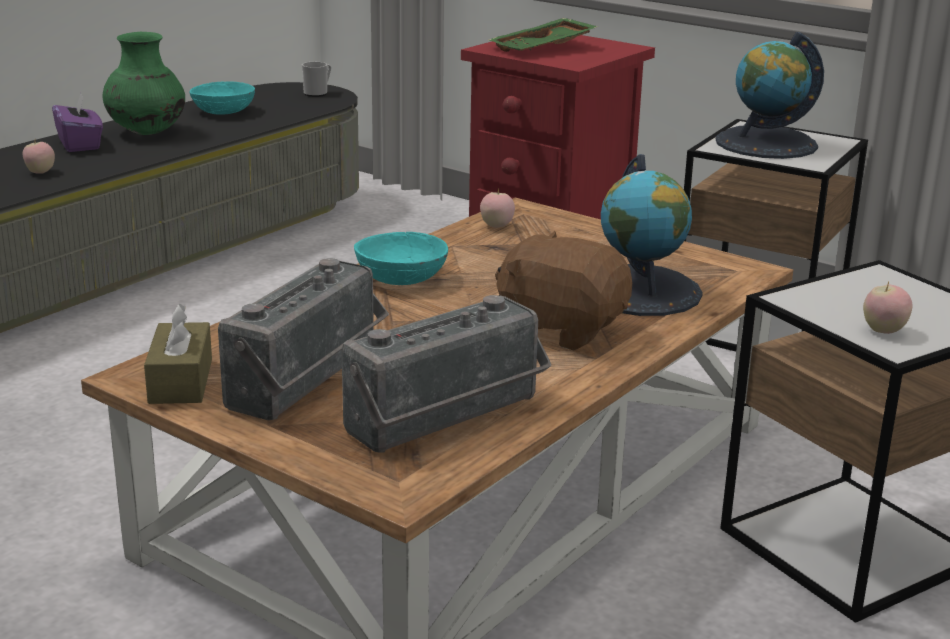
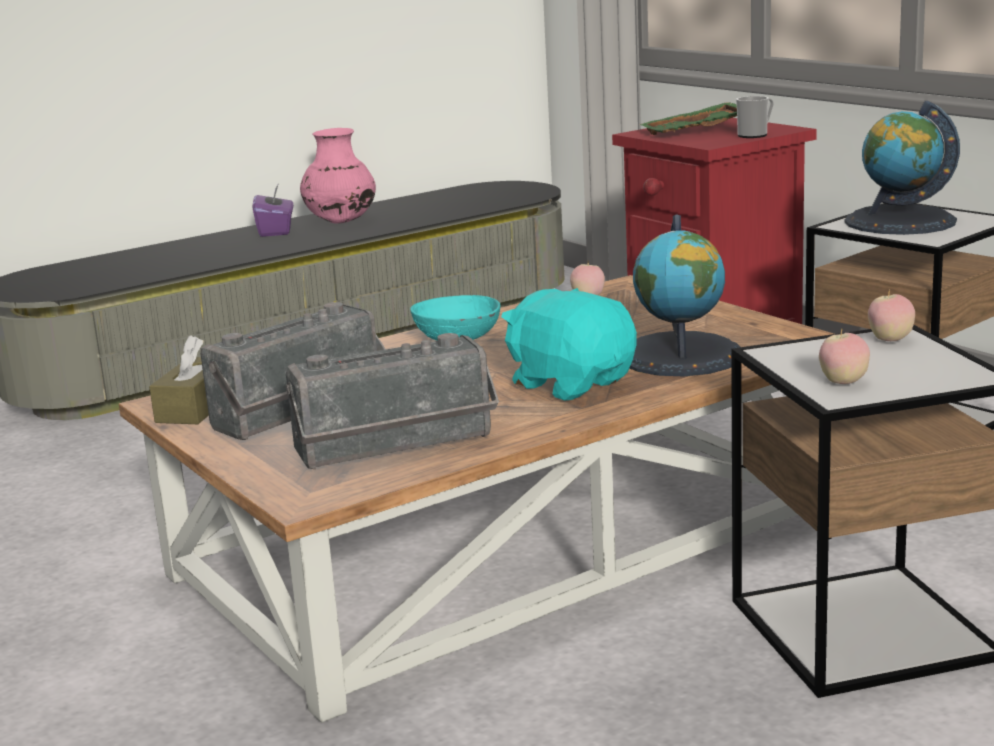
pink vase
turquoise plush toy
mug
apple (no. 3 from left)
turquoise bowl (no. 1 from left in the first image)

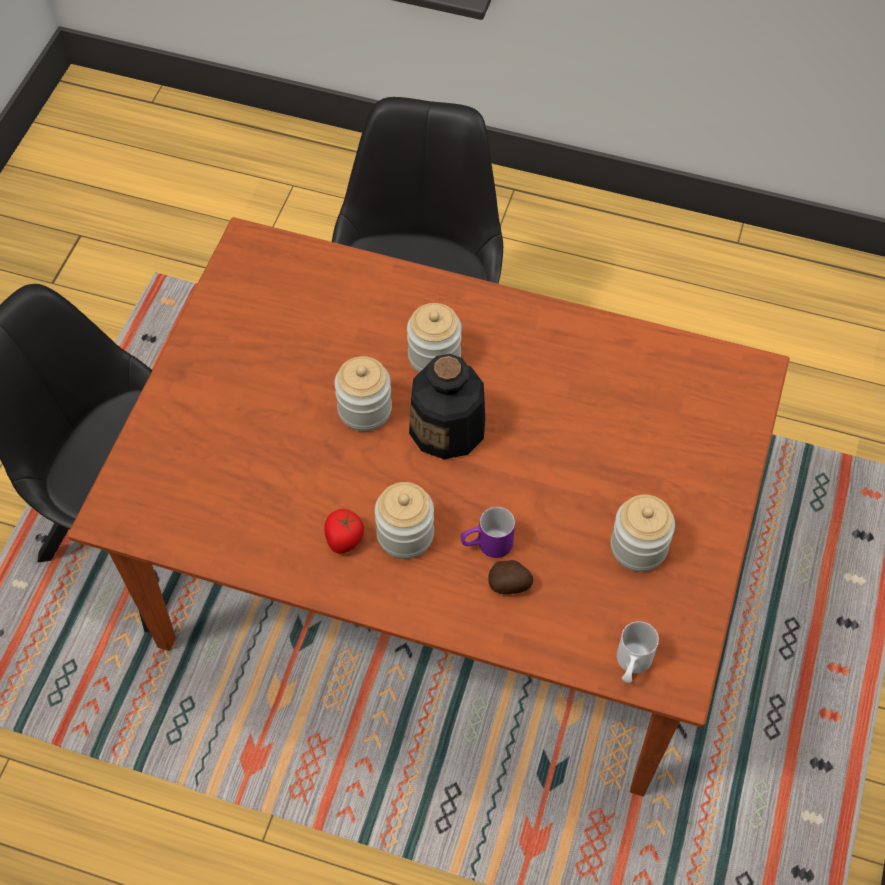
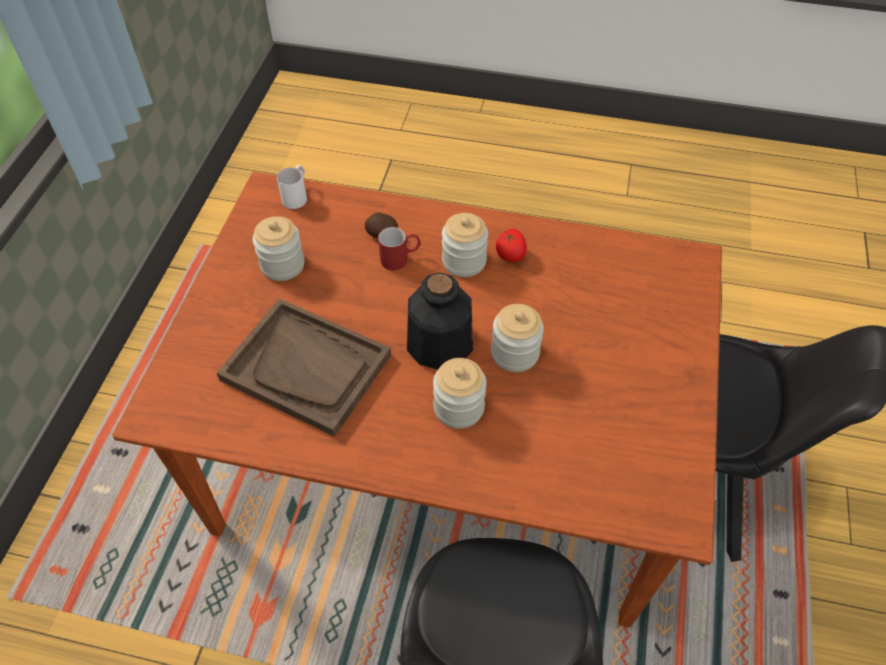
brown tray
red mug

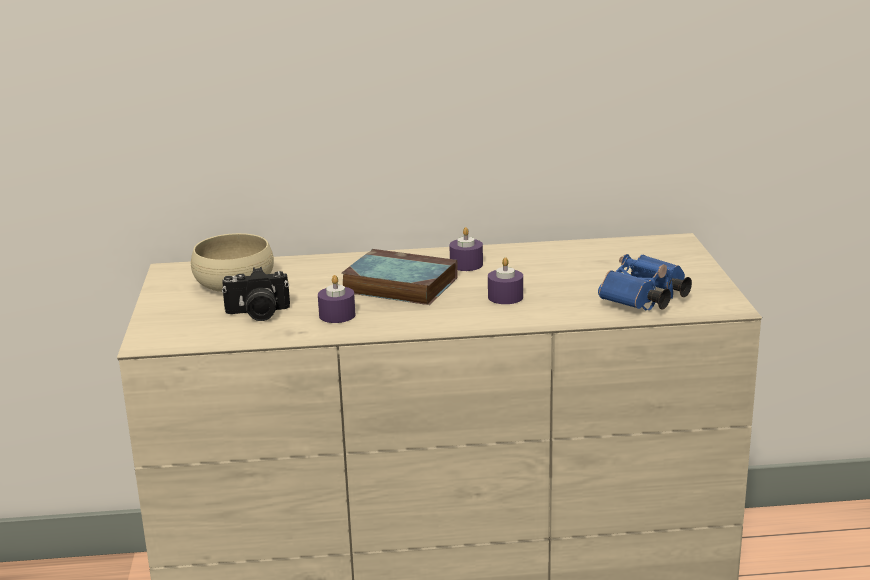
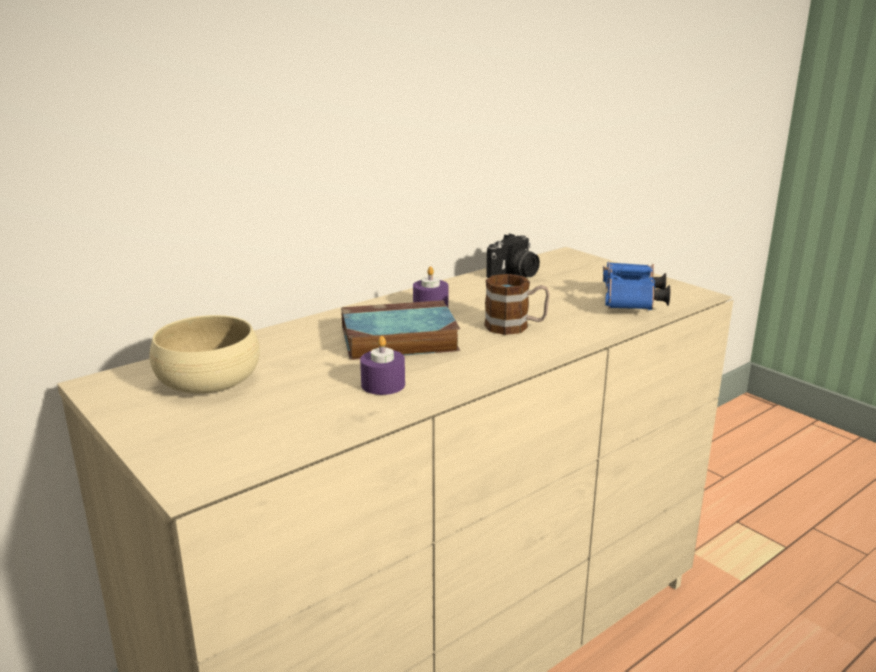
mug
photo camera

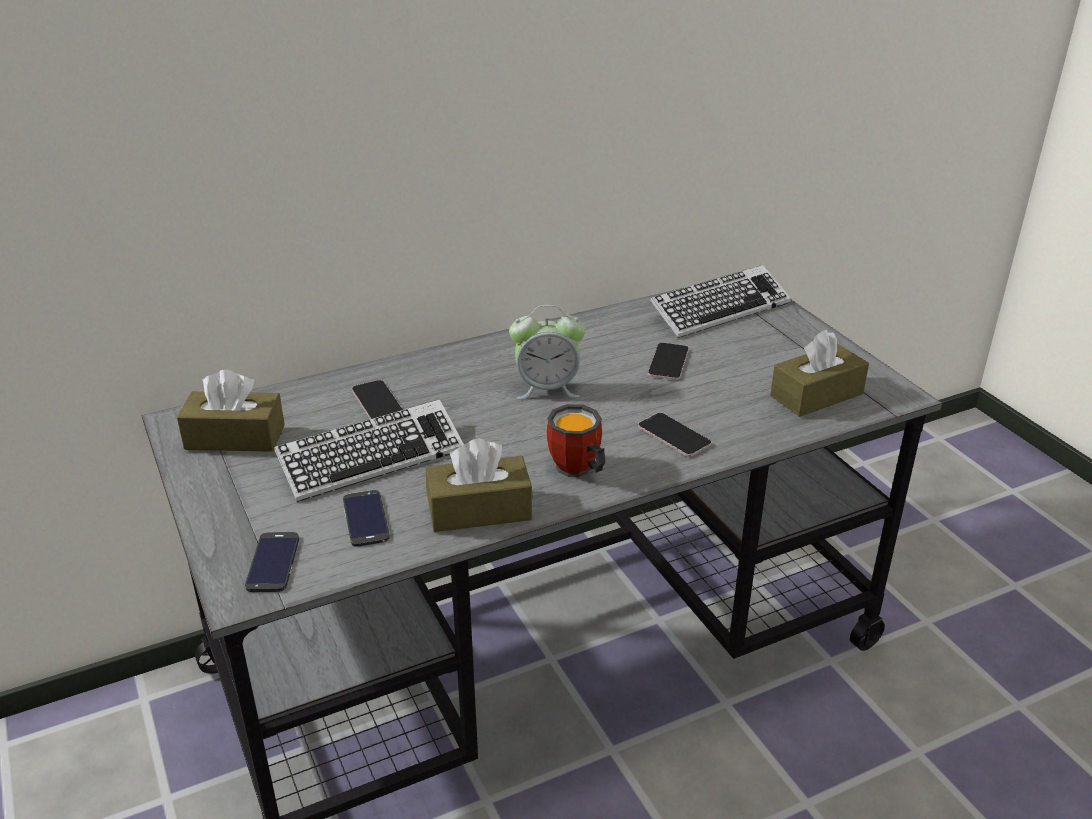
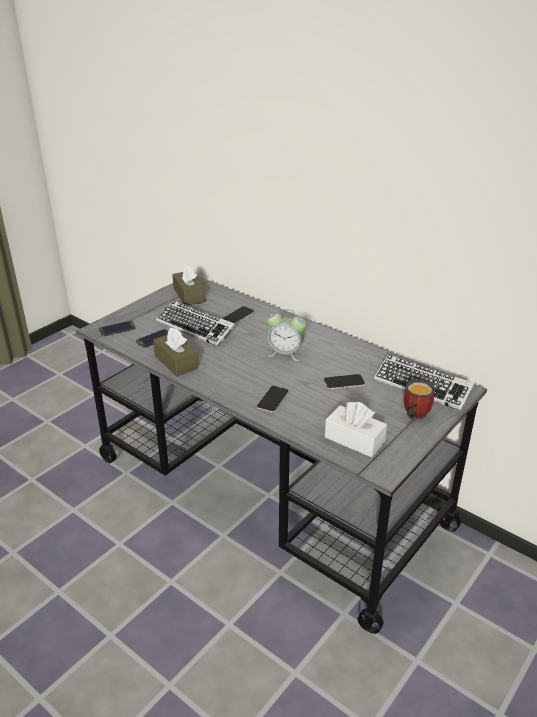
alarm clock
white tissue box
mug

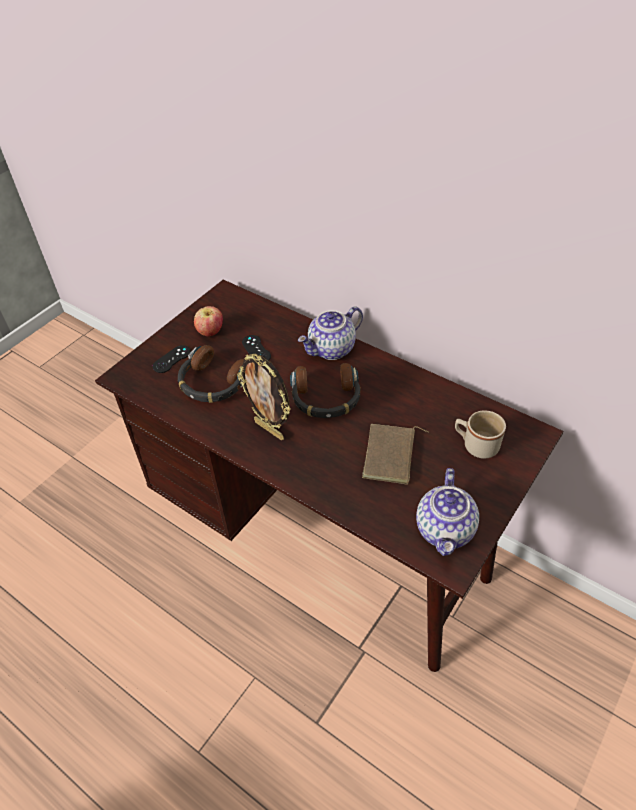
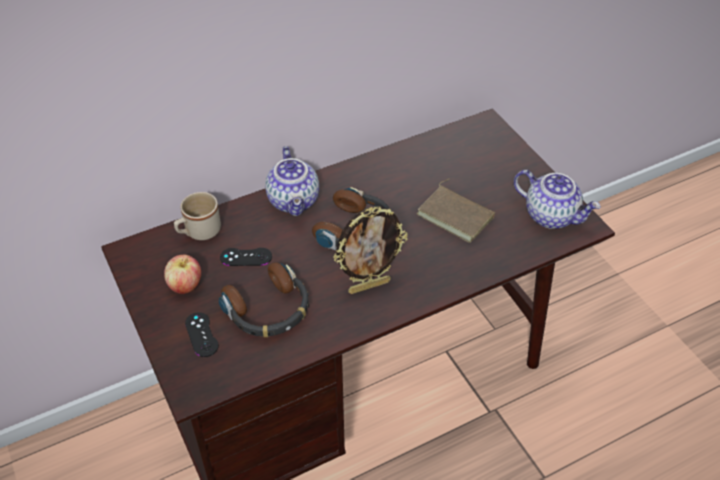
beige mug

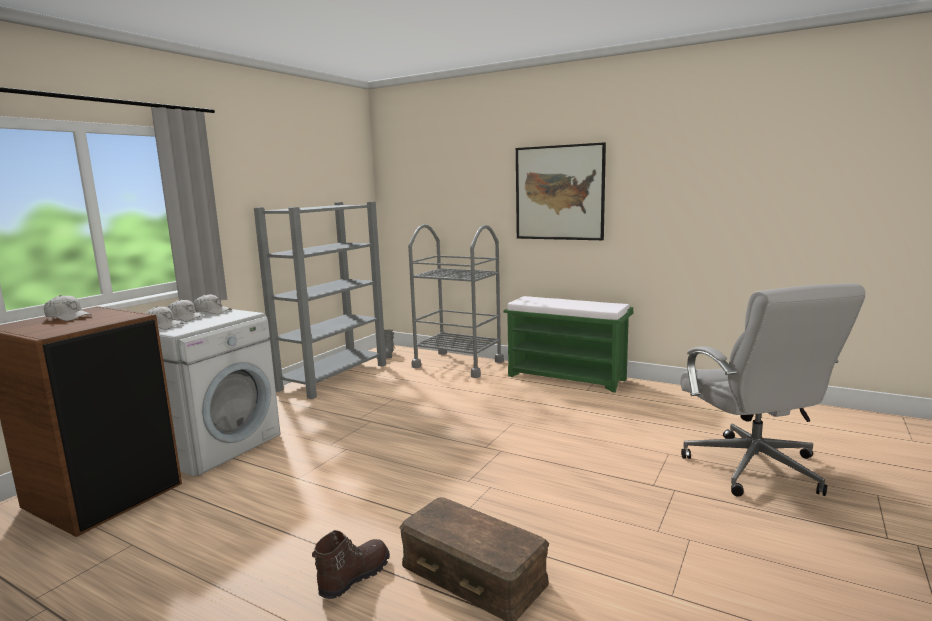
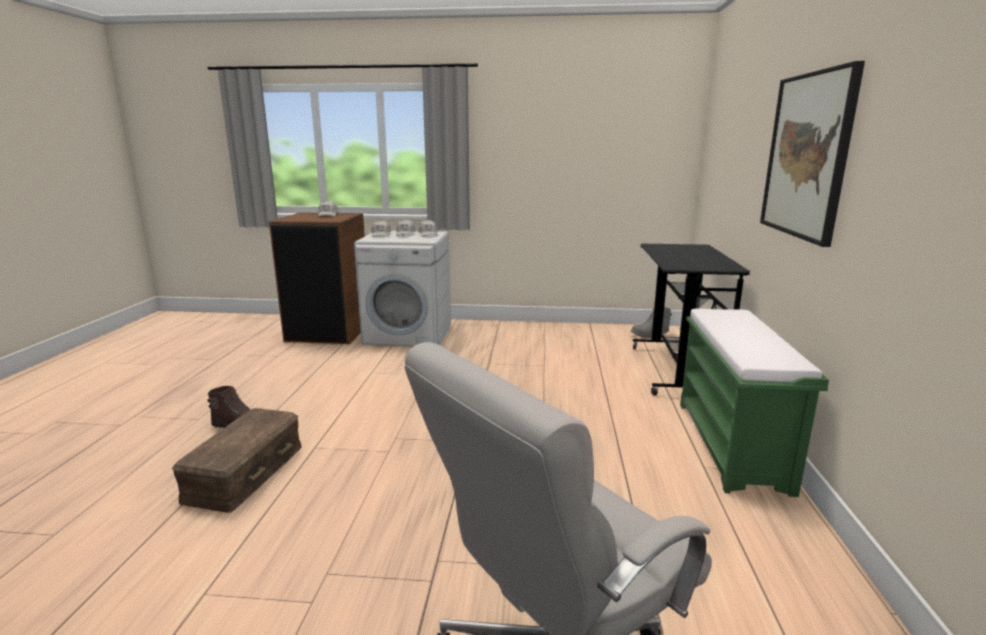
black desk
grey bookcase

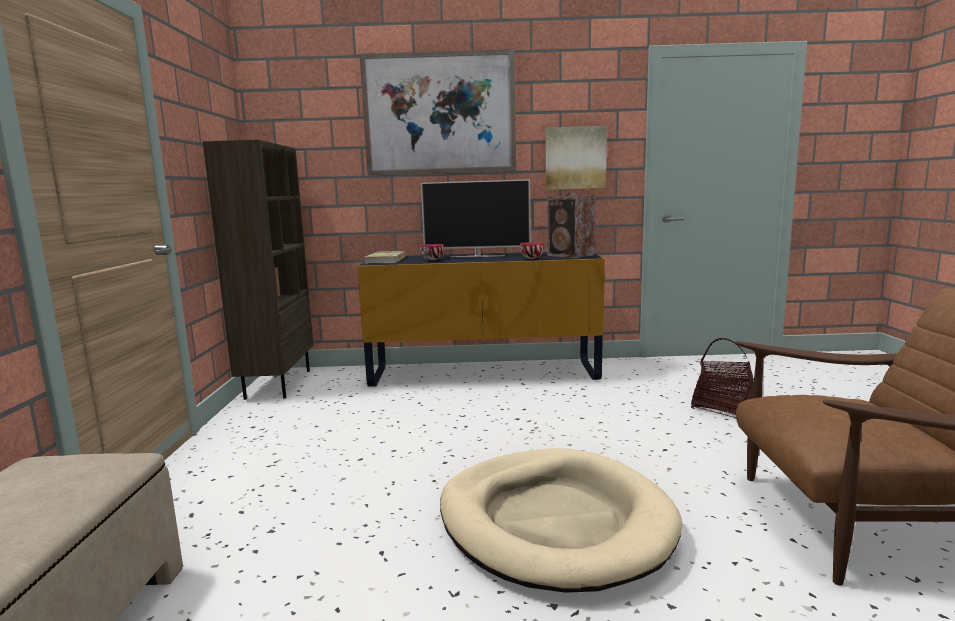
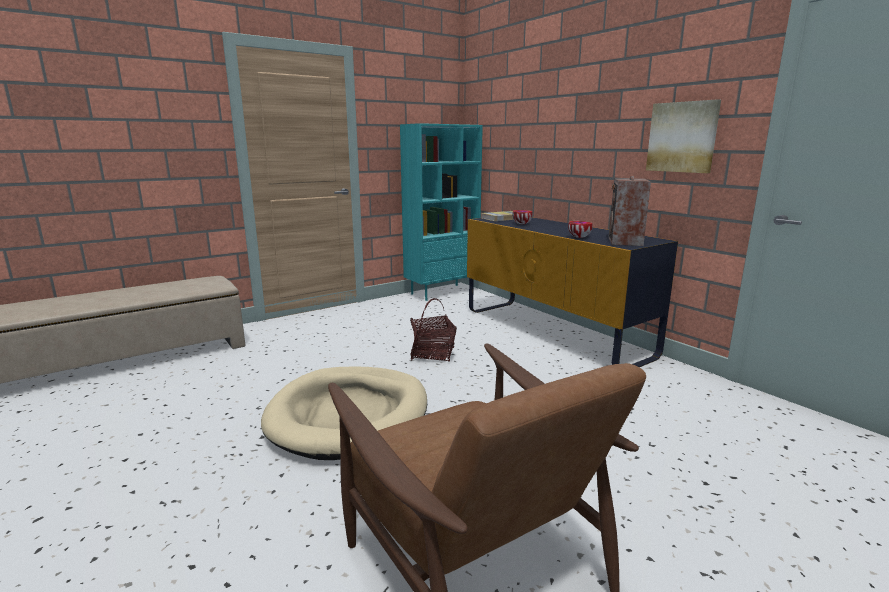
turquoise bookcase
basket
picture (no. 1 from left in the first image)
television

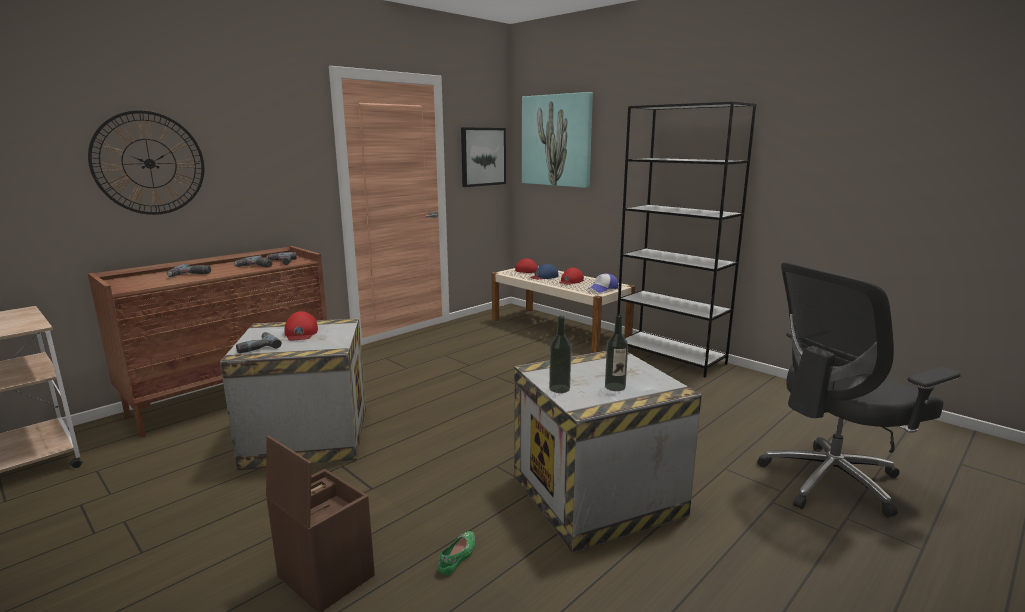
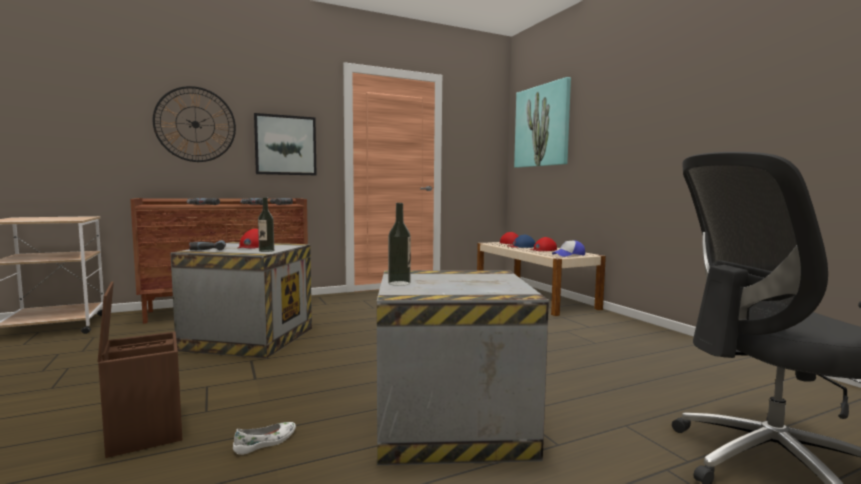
white shoe
picture (no. 1 from left)
bottle (no. 1 from left)
white bookcase

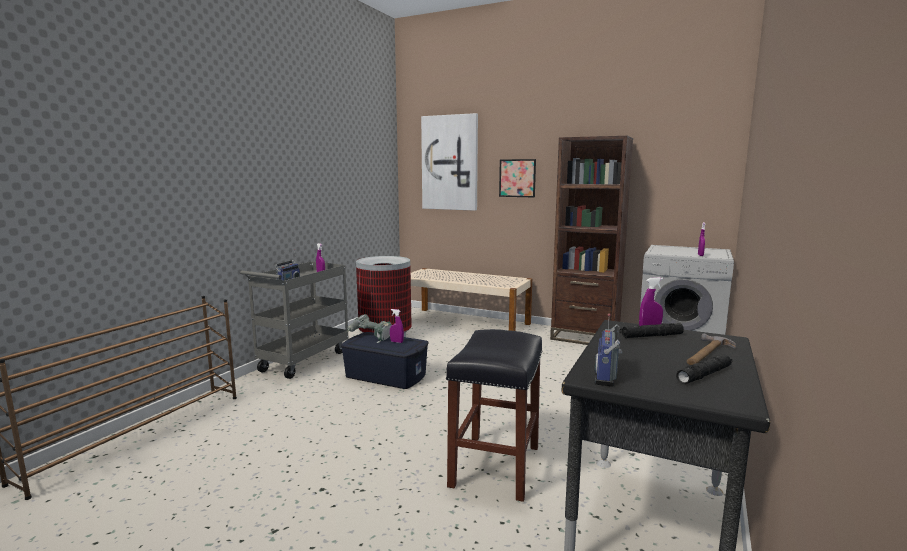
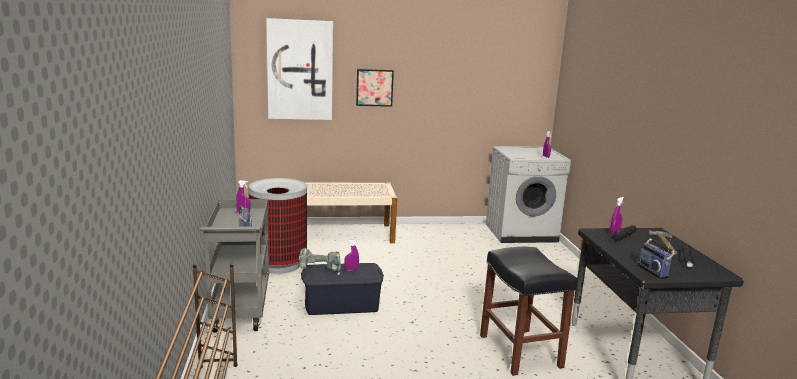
brown bookcase

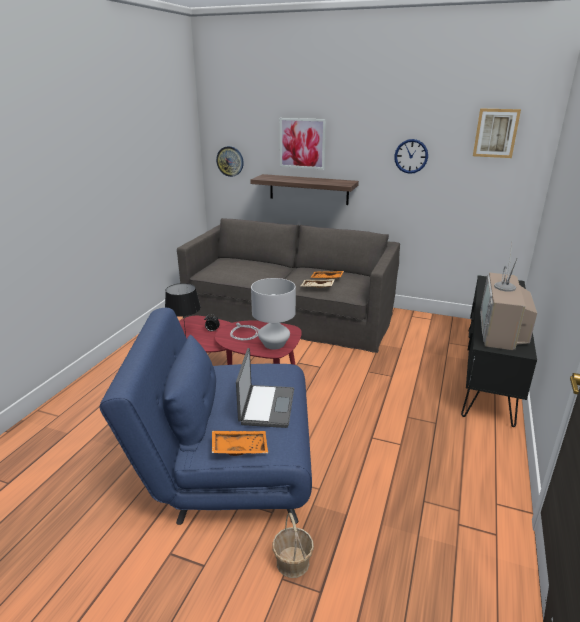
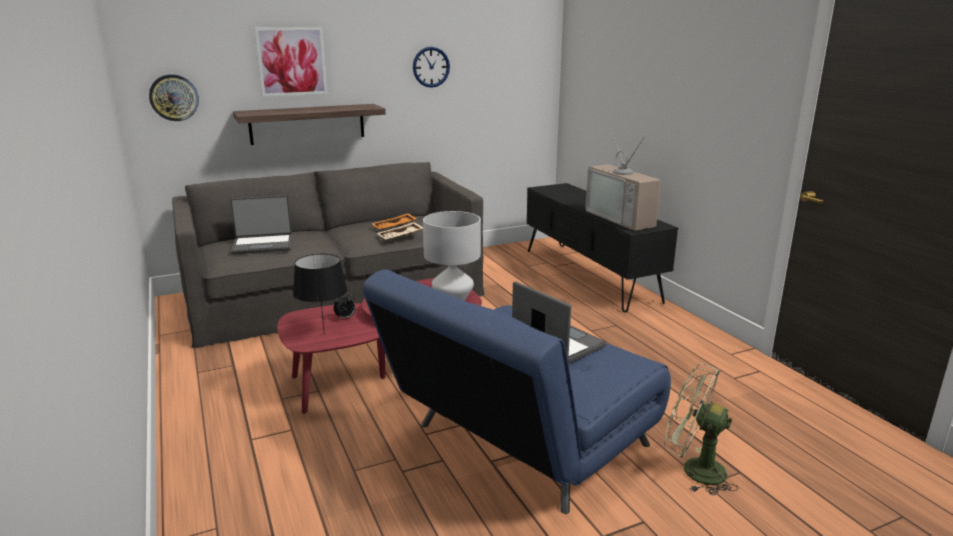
laptop (no. 1 from left)
green fan
orange tray (no. 1 from left in the first image)
picture (no. 2 from left in the first image)

